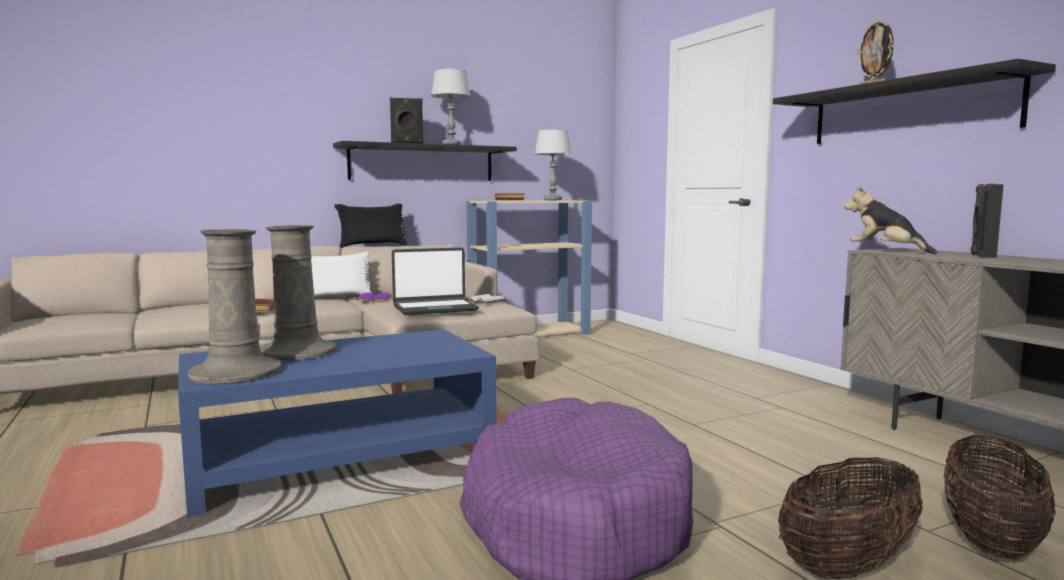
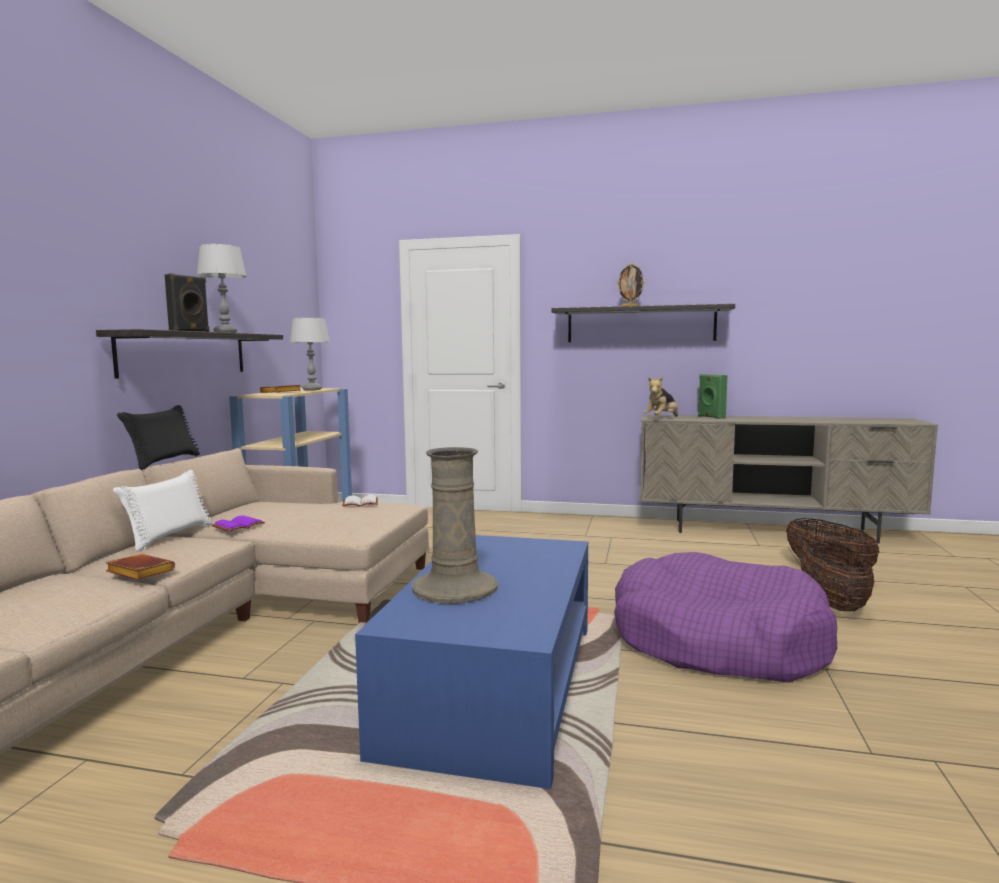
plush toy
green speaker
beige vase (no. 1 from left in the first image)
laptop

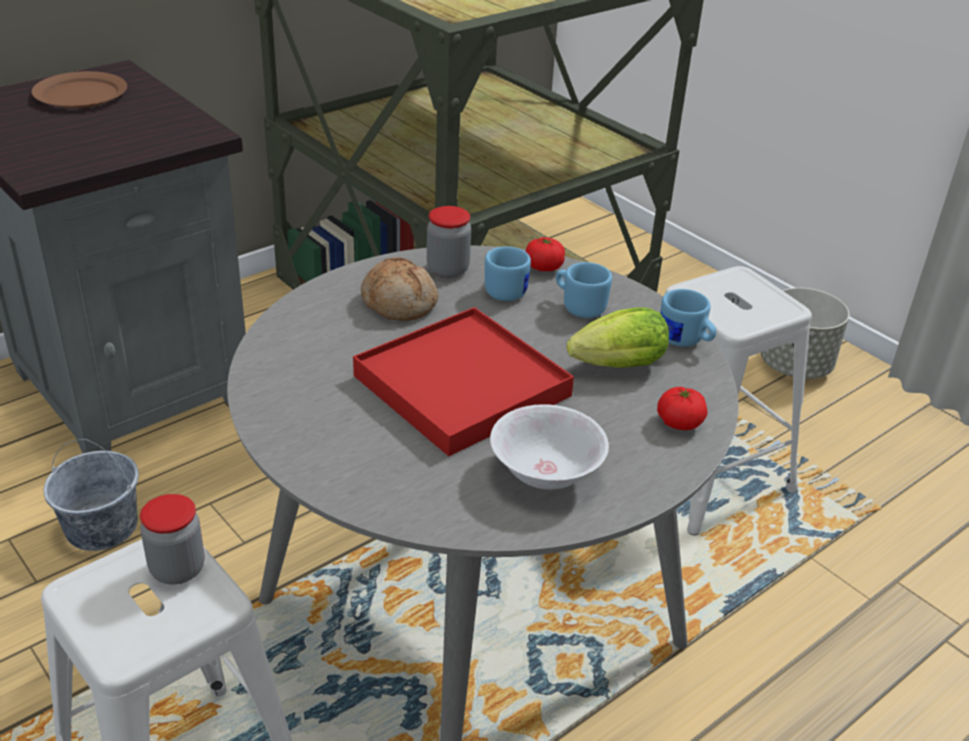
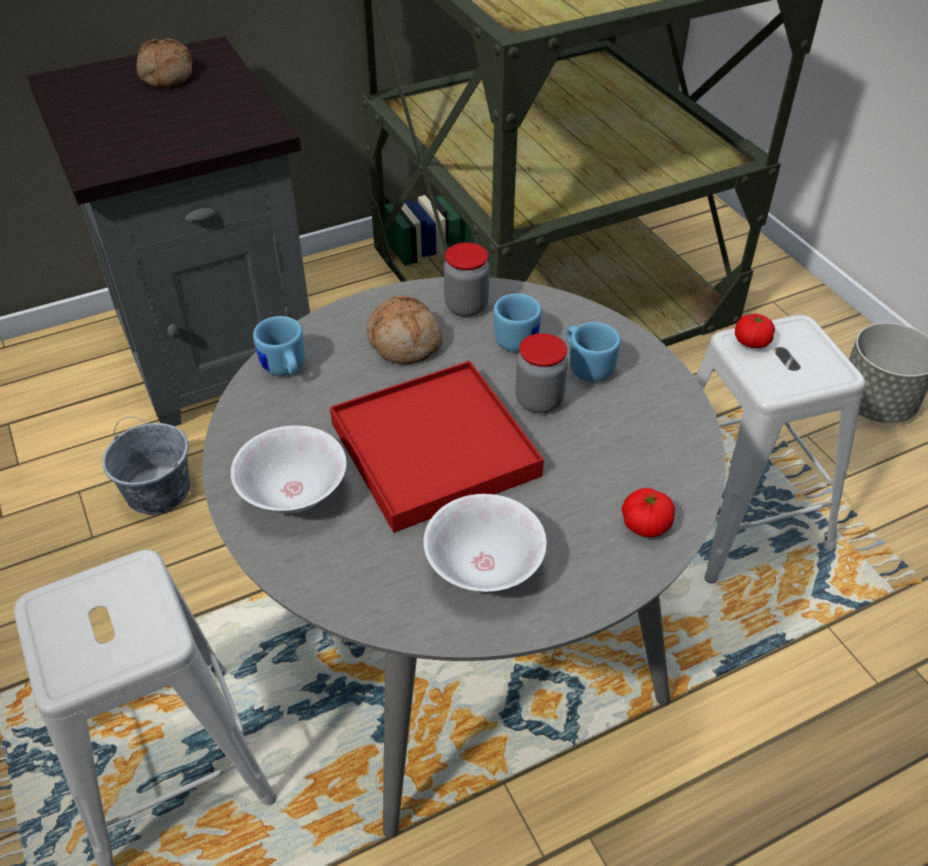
bread (no. 1 from left)
white bowl (no. 1 from left)
blue mug (no. 1 from left)
jar (no. 2 from left)
tomato (no. 2 from left)
lettuce

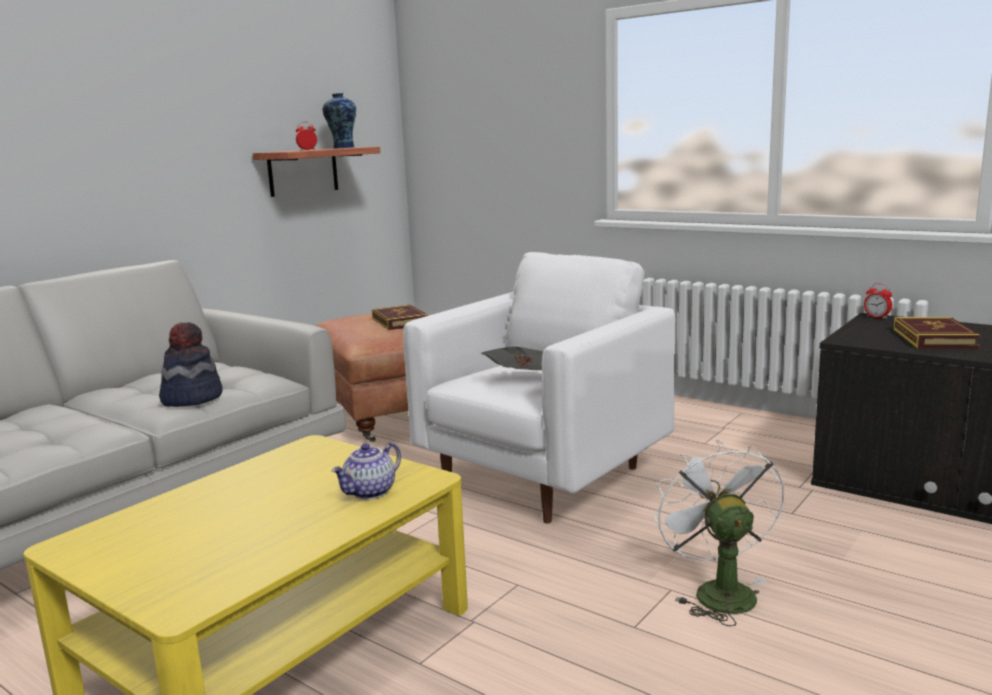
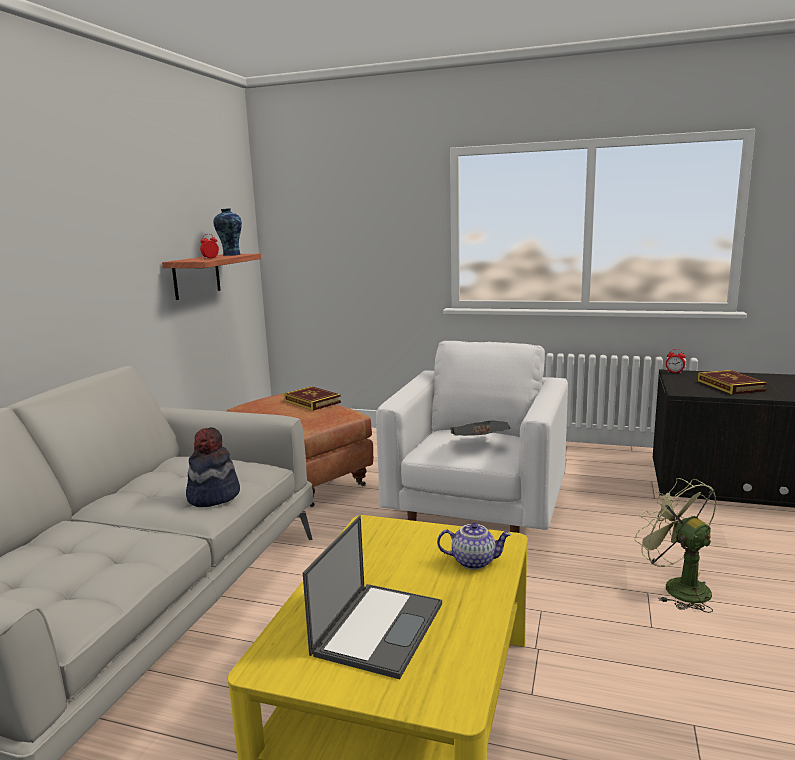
laptop
teapot
green fan

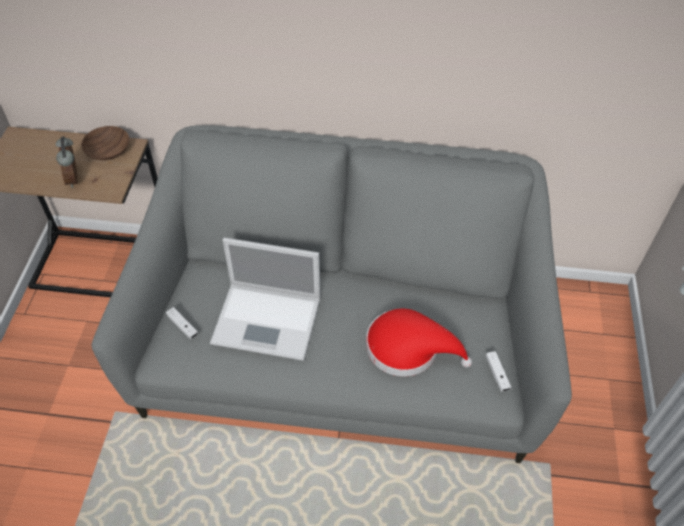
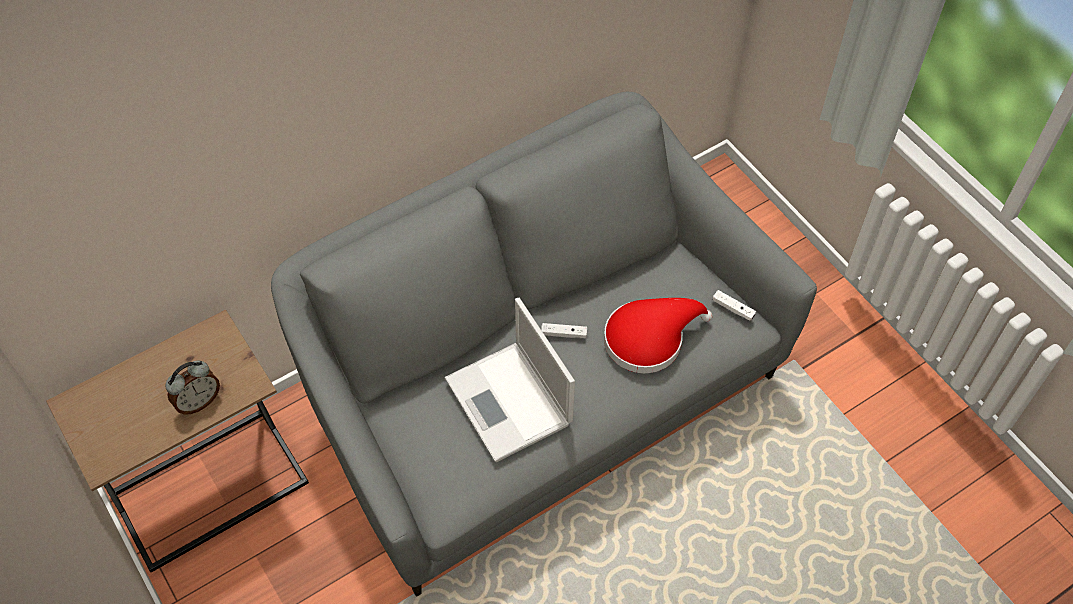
alarm clock
laptop
white game controller (no. 1 from left)
brown bowl

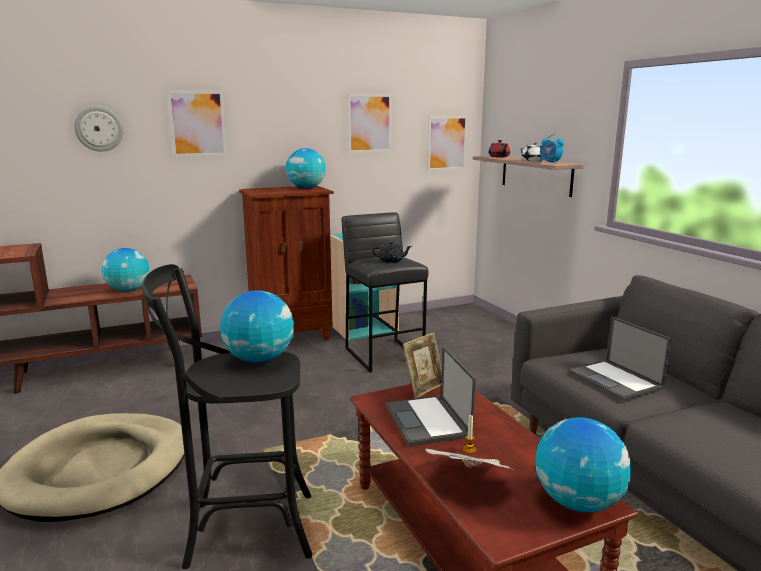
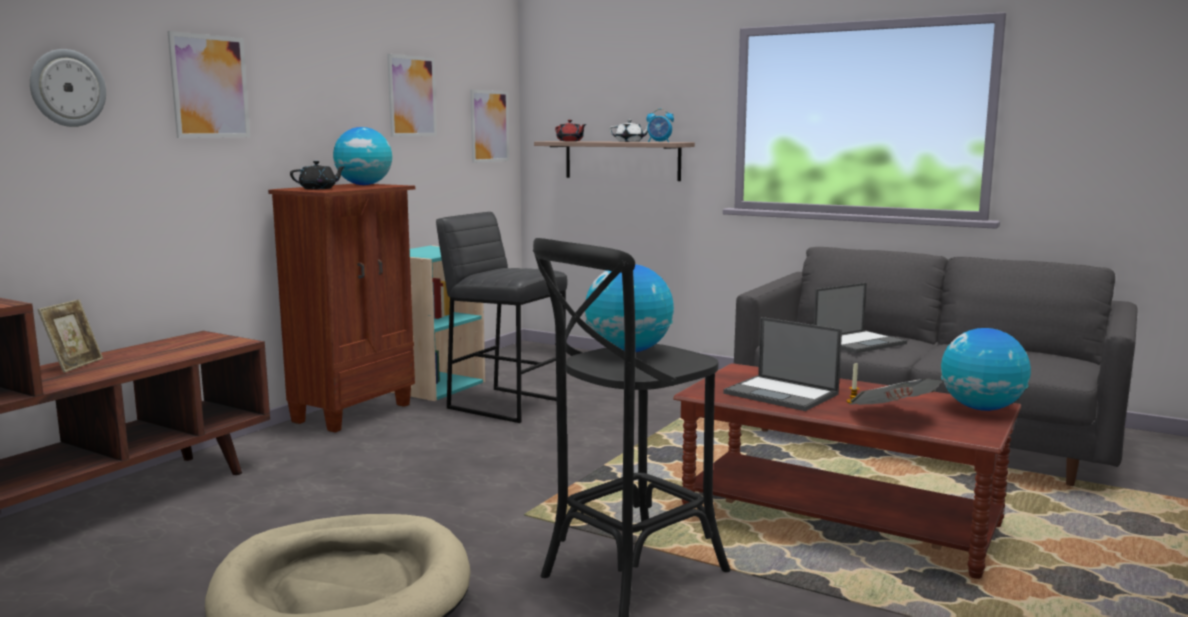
picture frame
black teapot
laptop (no. 2 from left)
globe (no. 1 from left in the first image)

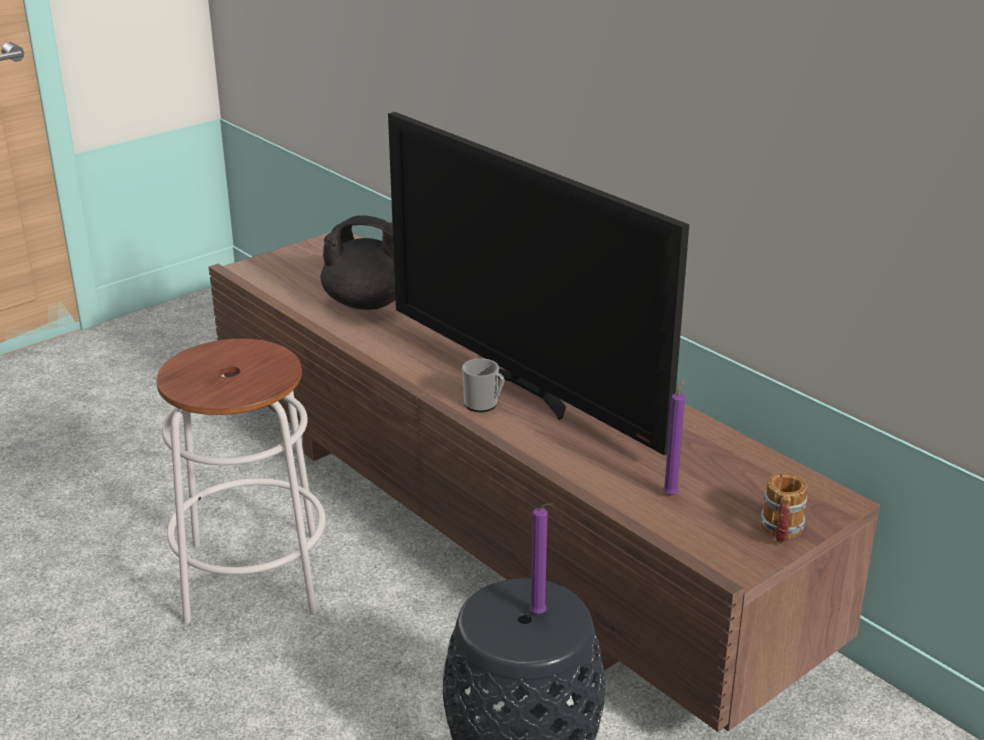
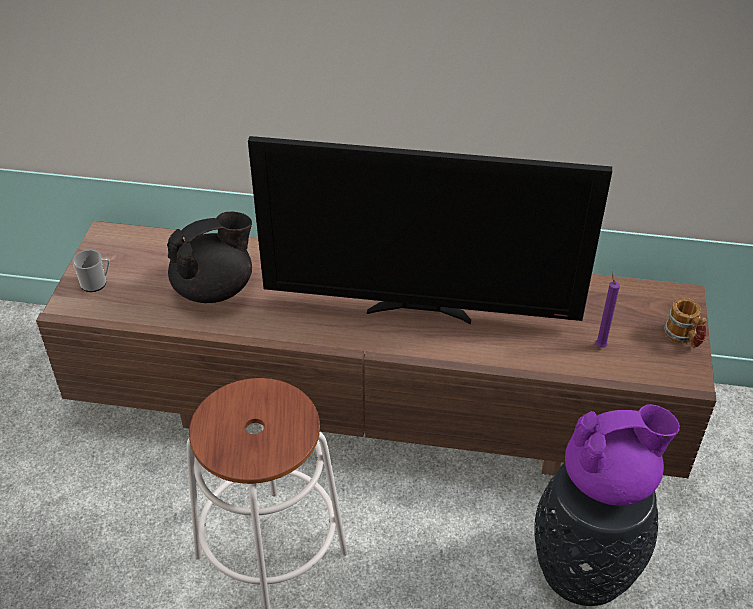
mug (no. 1 from left)
purple teapot

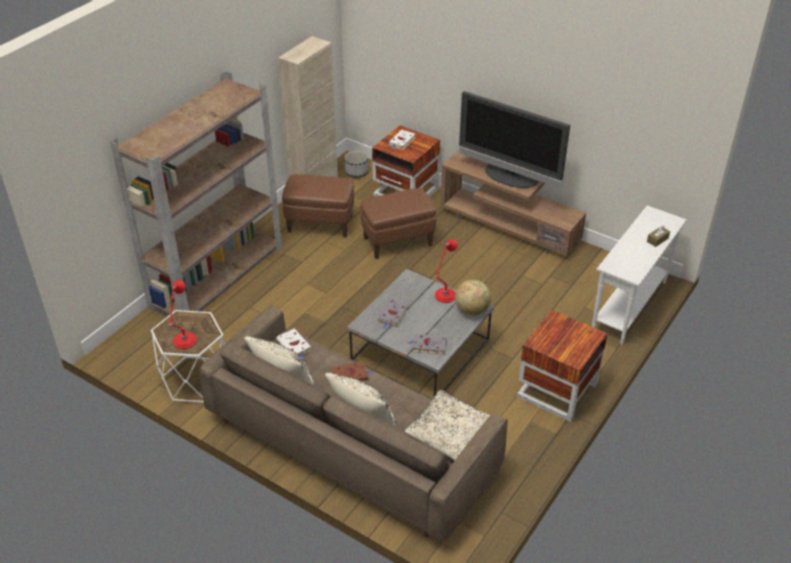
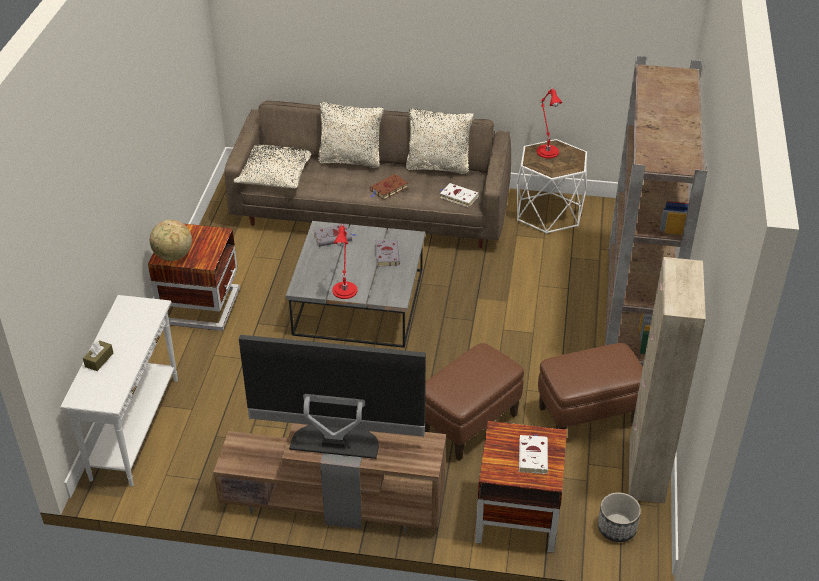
globe

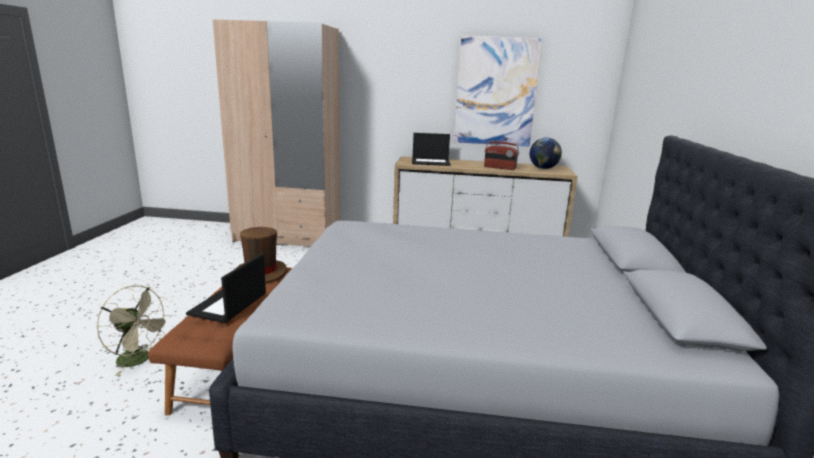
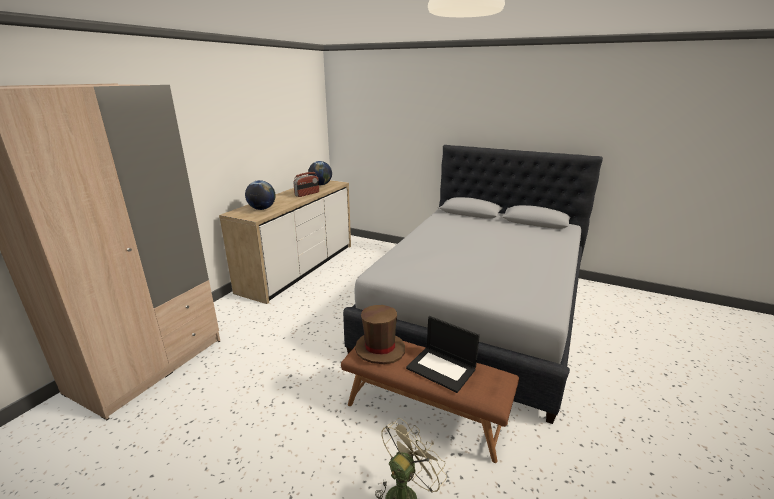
globe (no. 1 from left)
picture

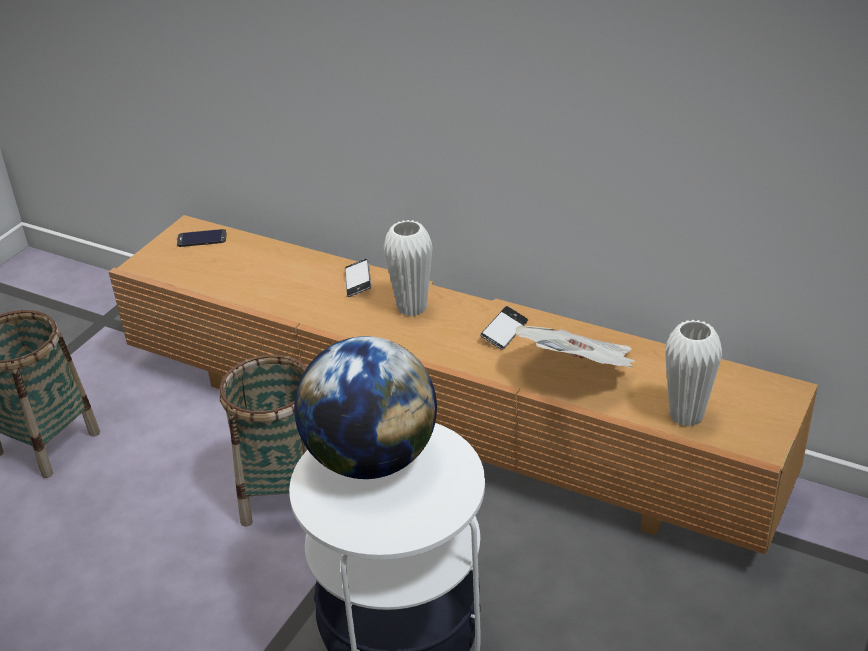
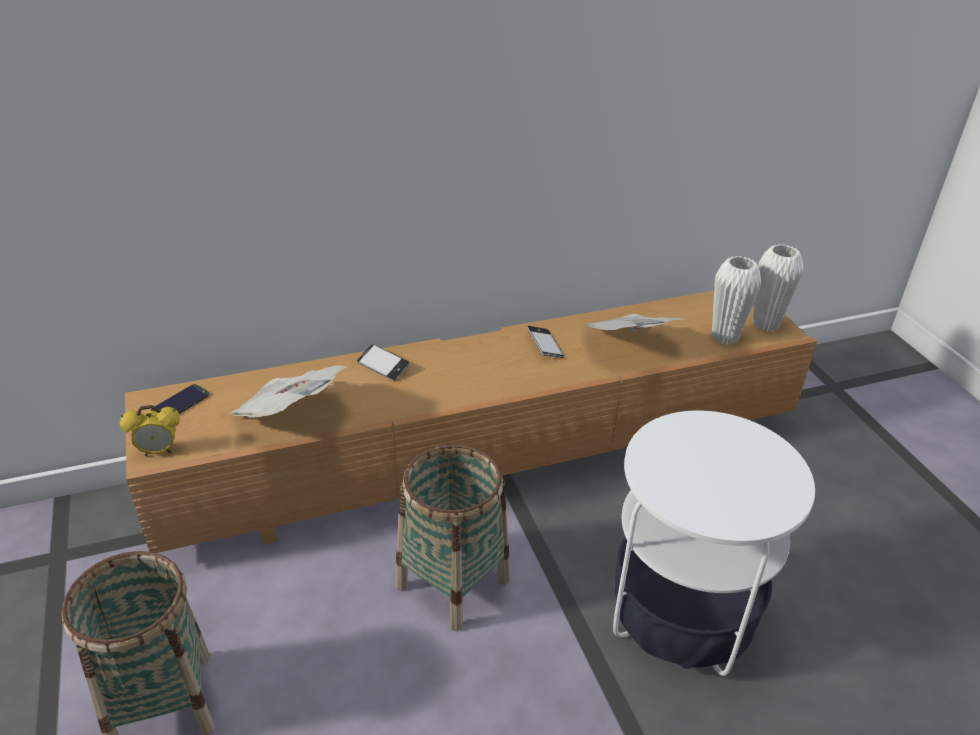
alarm clock
newspaper (no. 1 from left)
white vase (no. 2 from left)
globe

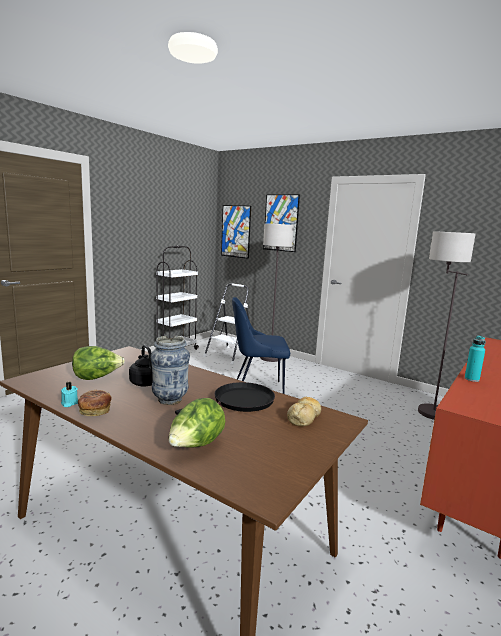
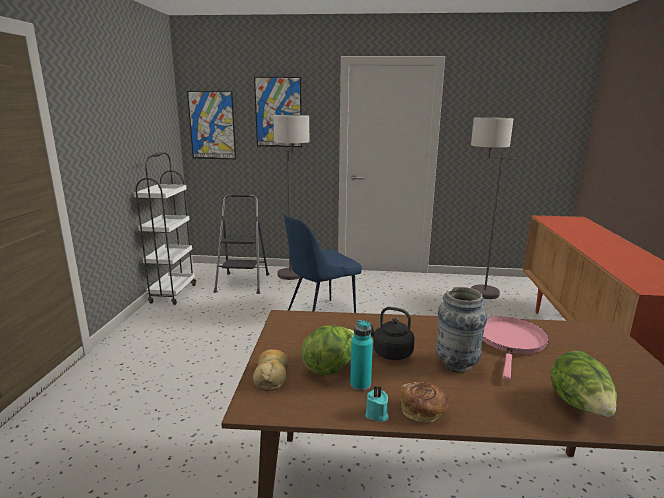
black step ladder
bread (no. 1 from left)
turquoise bottle
pink frying pan

